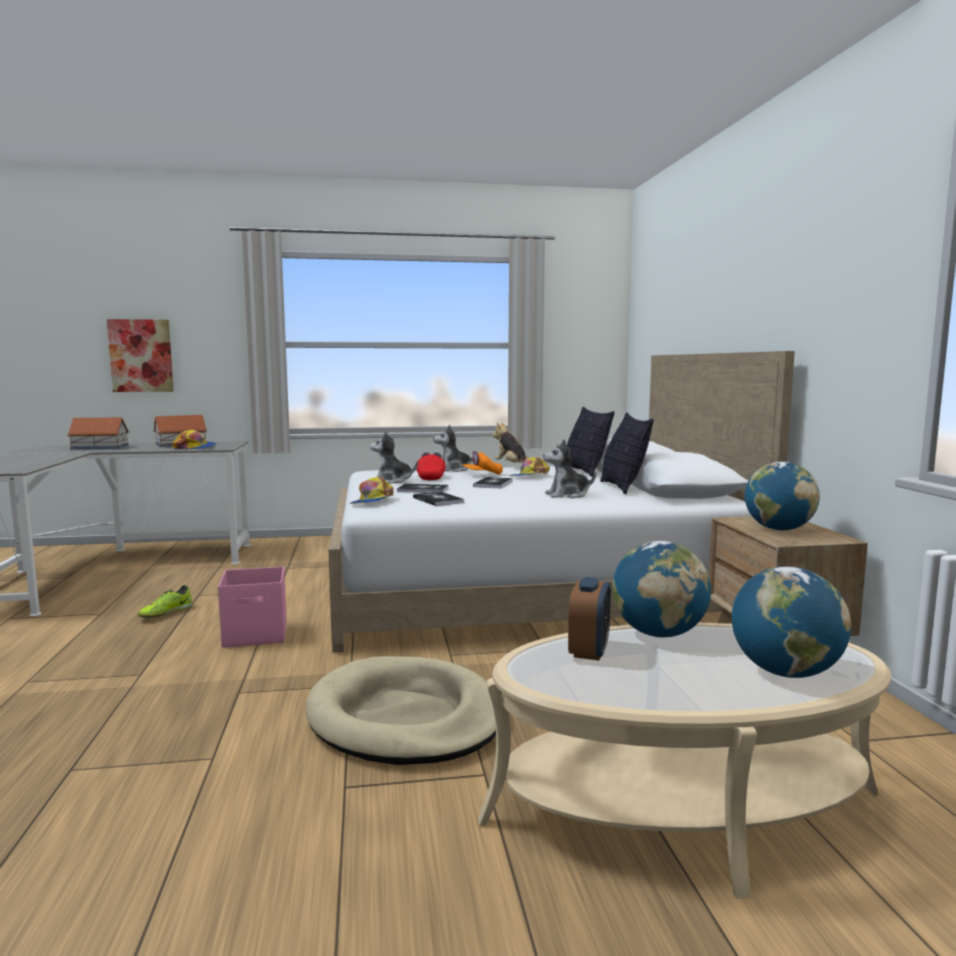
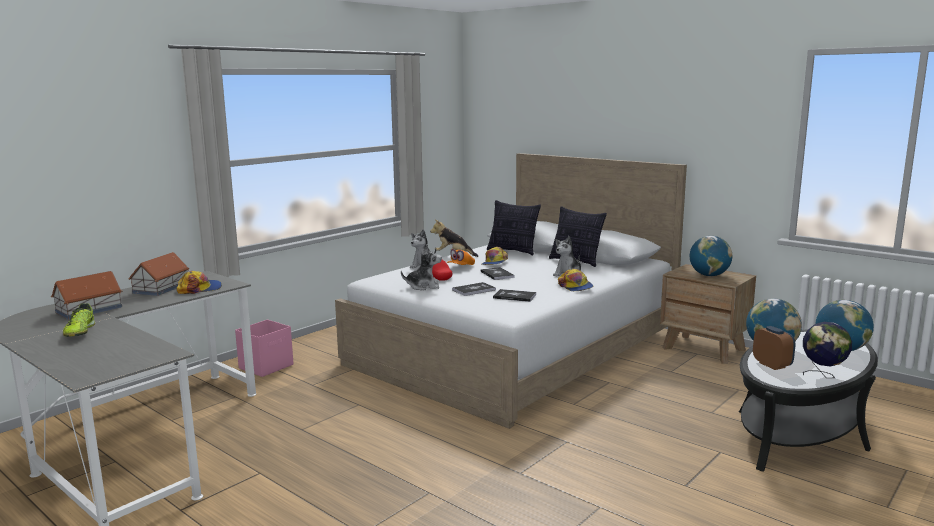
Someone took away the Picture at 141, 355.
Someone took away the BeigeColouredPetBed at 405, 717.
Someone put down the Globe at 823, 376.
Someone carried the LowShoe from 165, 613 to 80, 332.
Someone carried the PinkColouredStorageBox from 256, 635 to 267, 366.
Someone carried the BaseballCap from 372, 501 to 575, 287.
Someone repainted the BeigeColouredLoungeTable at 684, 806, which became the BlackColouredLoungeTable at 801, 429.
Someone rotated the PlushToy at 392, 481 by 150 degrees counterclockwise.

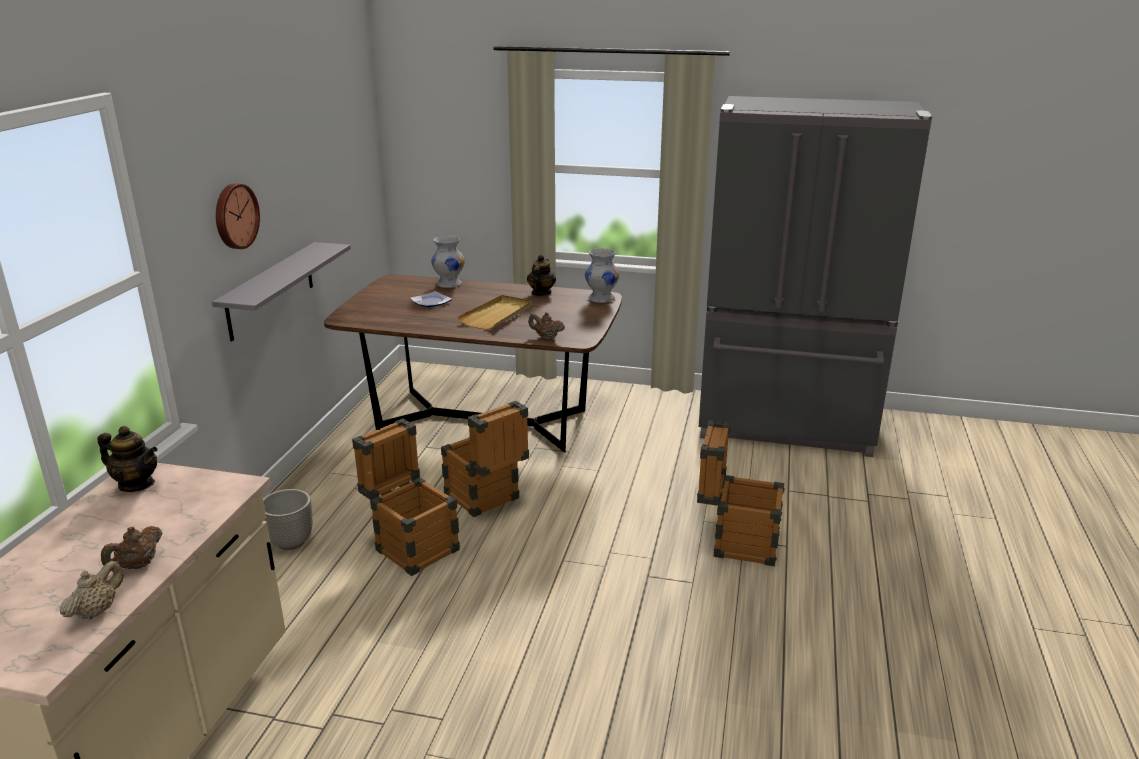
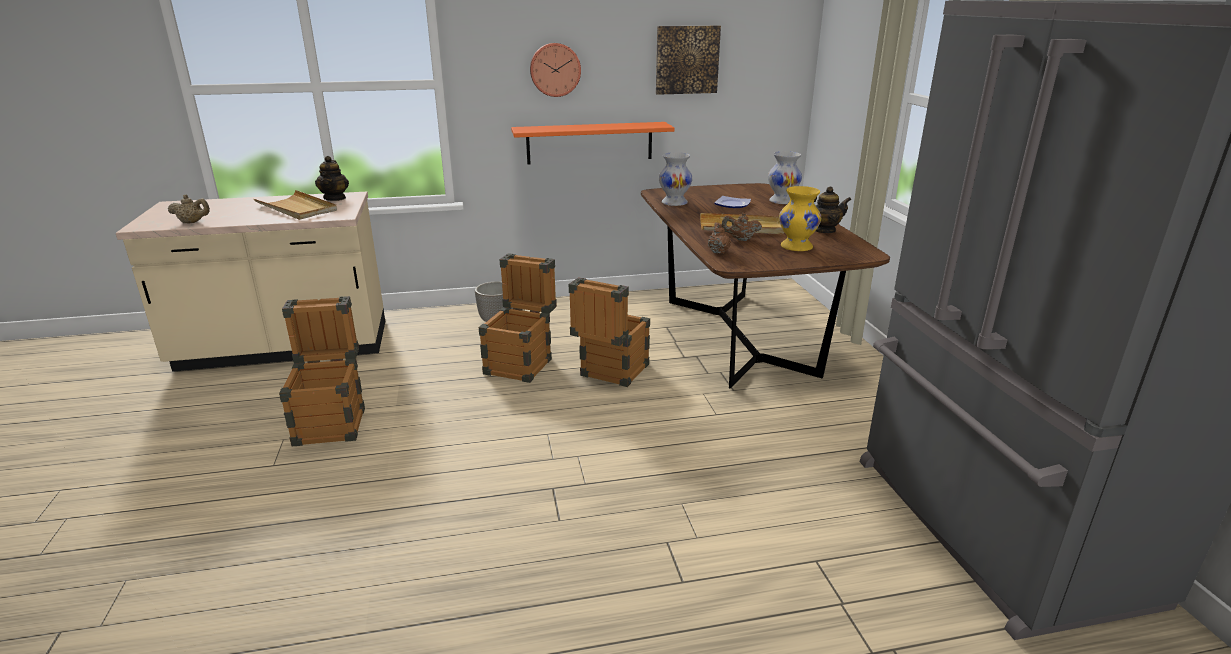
Someone put down the BeigeColouredServingTray at 297, 208.
Someone put up the Picture at 687, 60.
Someone put down the YellowColouredDecorativeVase at 796, 247.
Someone carried the BrownPotForTea from 137, 565 to 740, 239.
Someone carried the WhitishDecorativeVase from 601, 299 to 674, 203.
Someone carried the PackingCrate from 736, 542 to 332, 421.
Someone repainted the GreyishBracketShelf at 270, 290, which became the OrangeColouredBracketShelf at 590, 143.

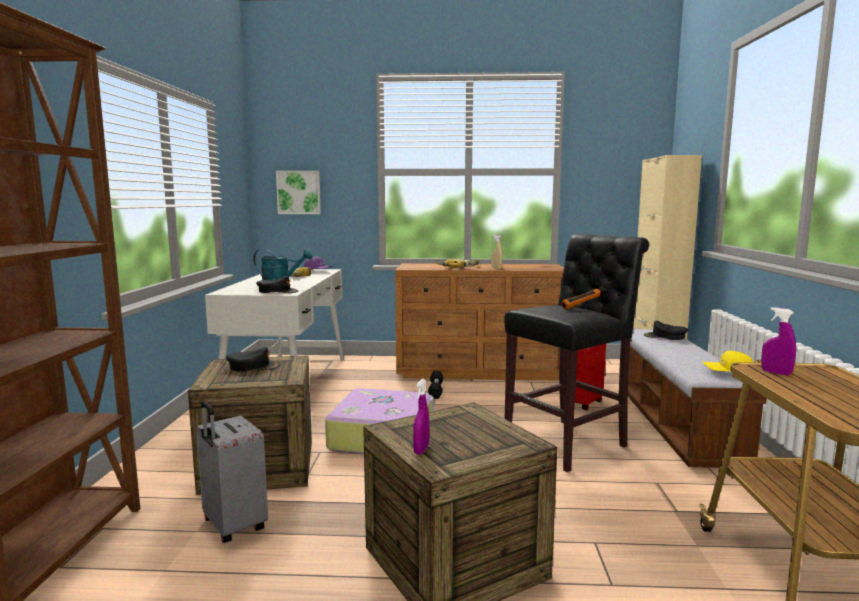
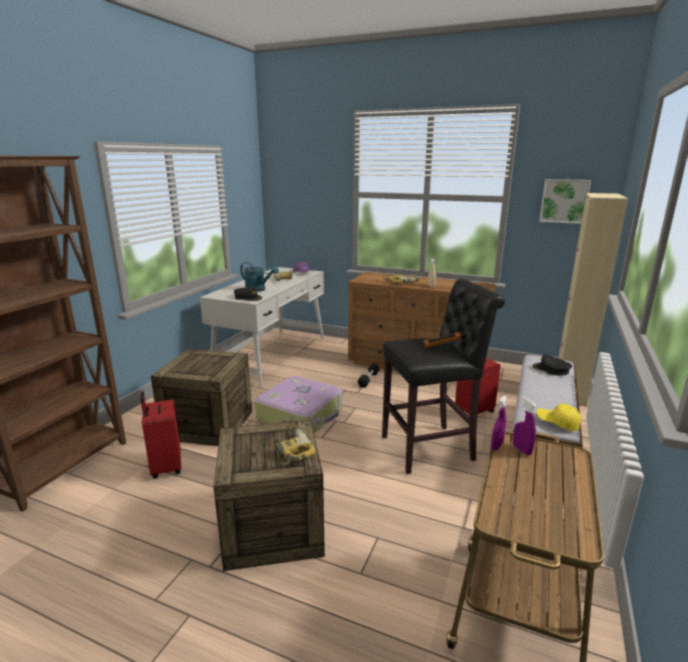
Someone took away the BlackColouredBaseballCap at 253, 366.
Someone put down the ElectricDrill at 291, 450.
Someone carried the Picture from 299, 192 to 564, 201.
Someone carried the PurplishSprayer from 421, 450 to 496, 446.
Someone repainted the GreyishTravelCase at 233, 526, which became the RedTravelCase at 165, 467.

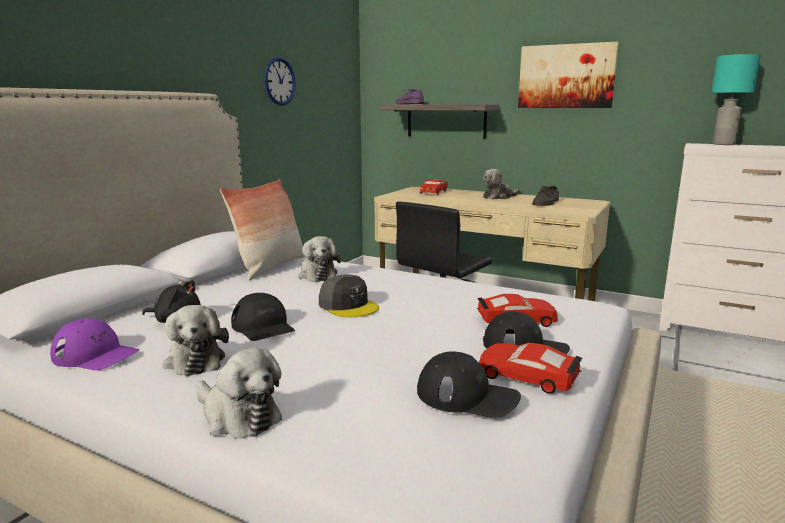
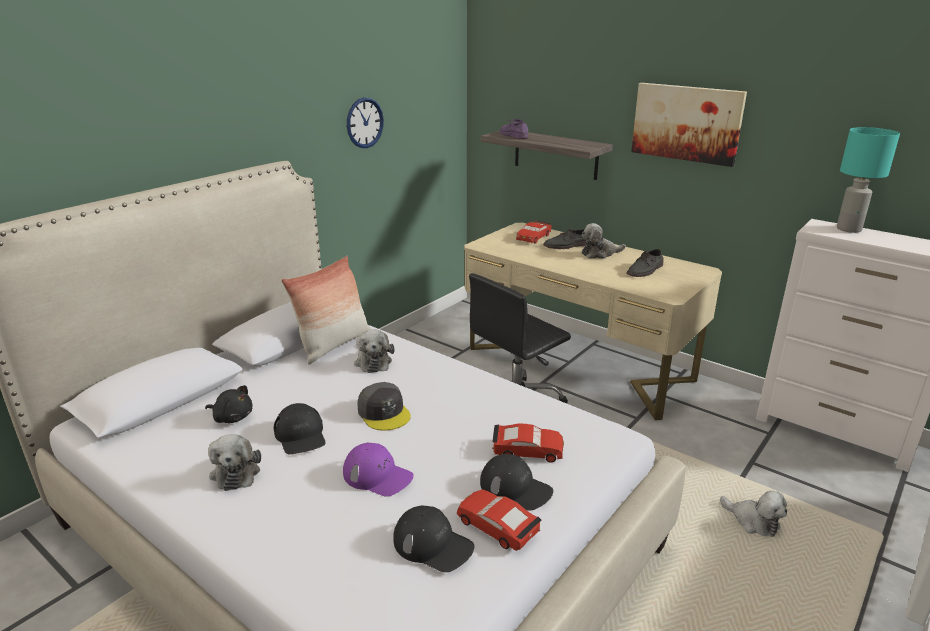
Someone put down the GreyishLowShoe at 567, 245.
Someone carried the PurplishBaseballCap from 96, 355 to 378, 476.
Someone carried the PlushToy from 238, 416 to 753, 522.

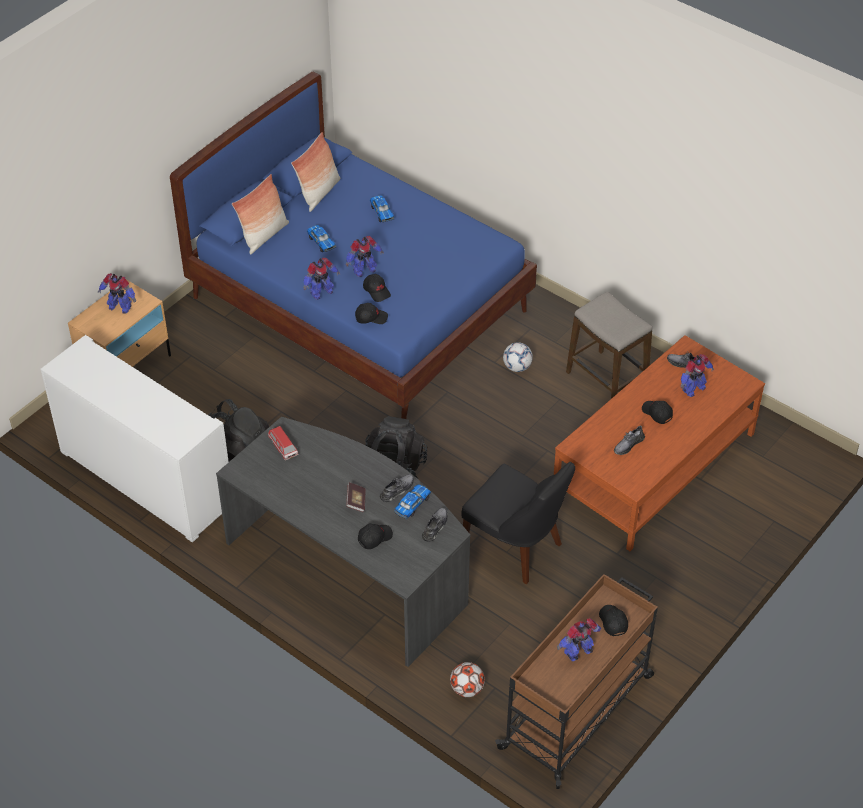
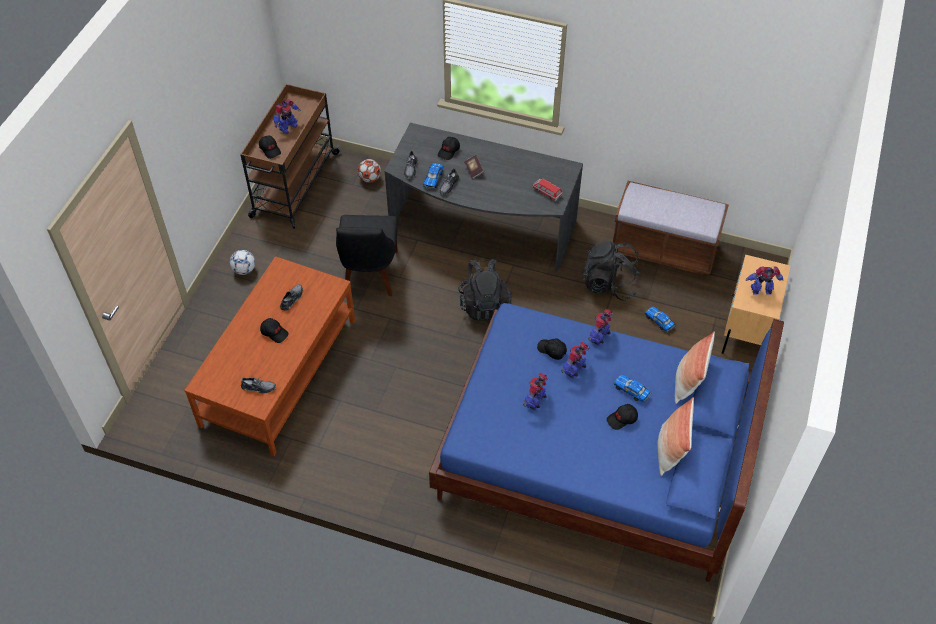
Someone took away the Stool at 606, 380.
Someone carried the BlackColouredBaseballCap from 371, 317 to 622, 419.
Someone carried the ToyCar from 382, 212 to 659, 321.
Someone carried the BallForFootball from 517, 367 to 244, 270.
Someone carried the ModelRobot from 693, 389 to 536, 401.
Someone swapped the WhitishStorageCabinet at 146, 478 for the BrownIndoorBench at 664, 249.
Someone rotated the BlackColouredUprightChair at 516, 548 by 105 degrees counterclockwise.

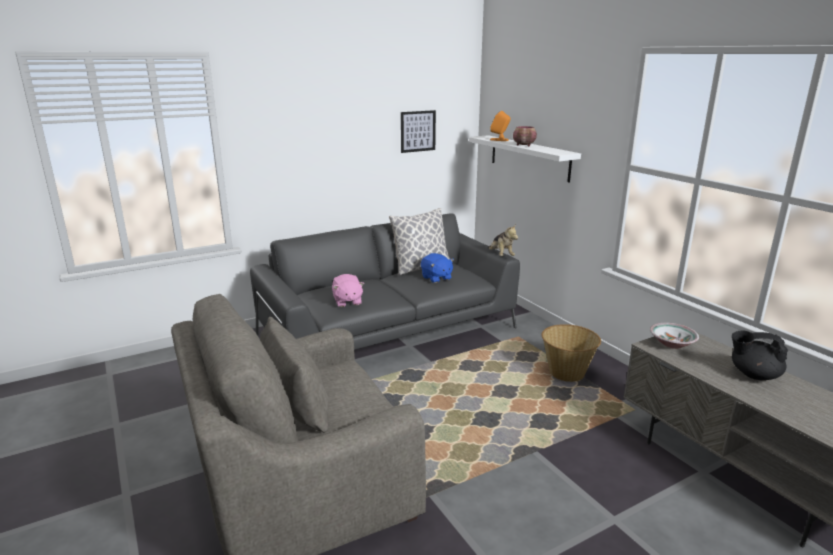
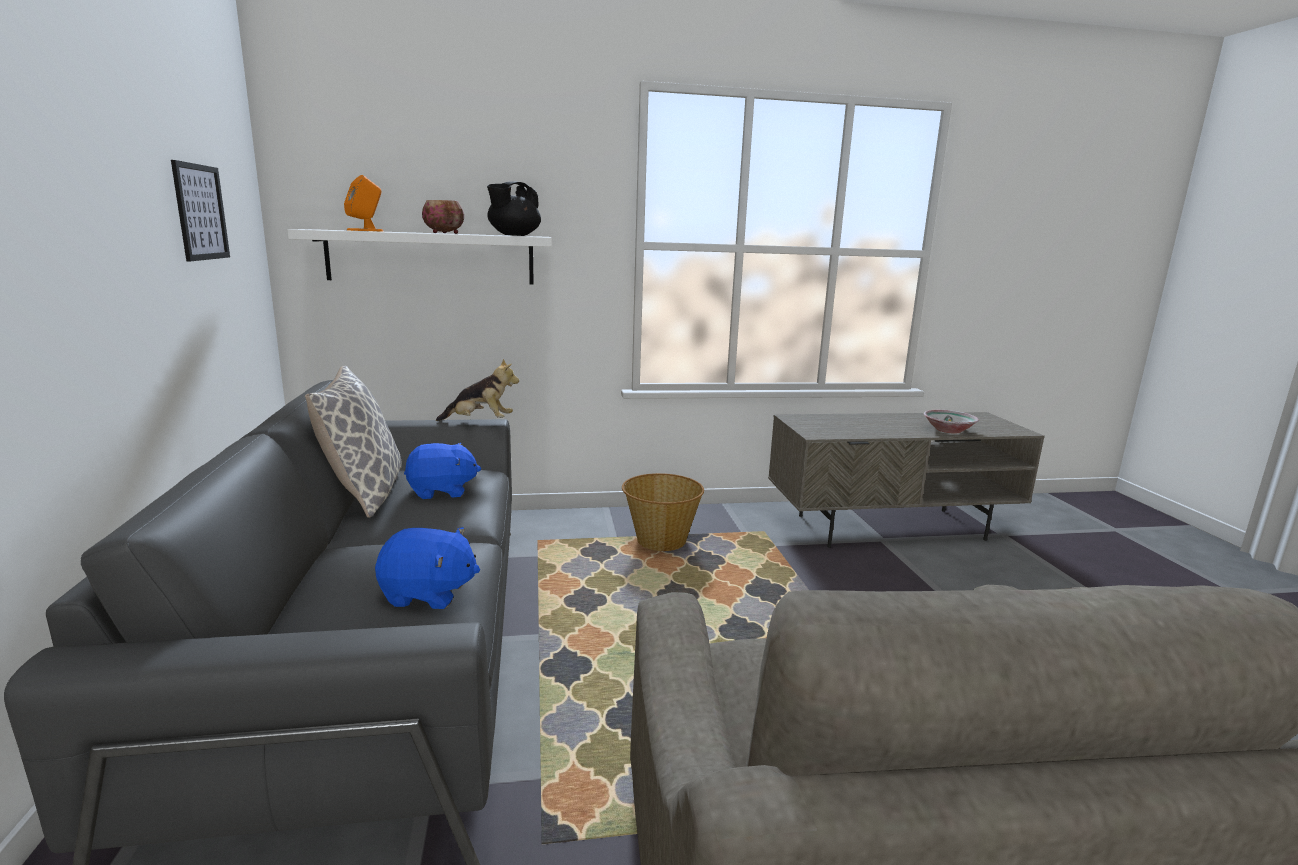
Someone carried the DeepDish from 671, 344 to 948, 430.
Someone carried the BlackColouredPotForTea from 753, 375 to 513, 235.
Someone repainted the PinkColouredPlushToy at 347, 301, which became the BlueColouredPlushToy at 428, 594.

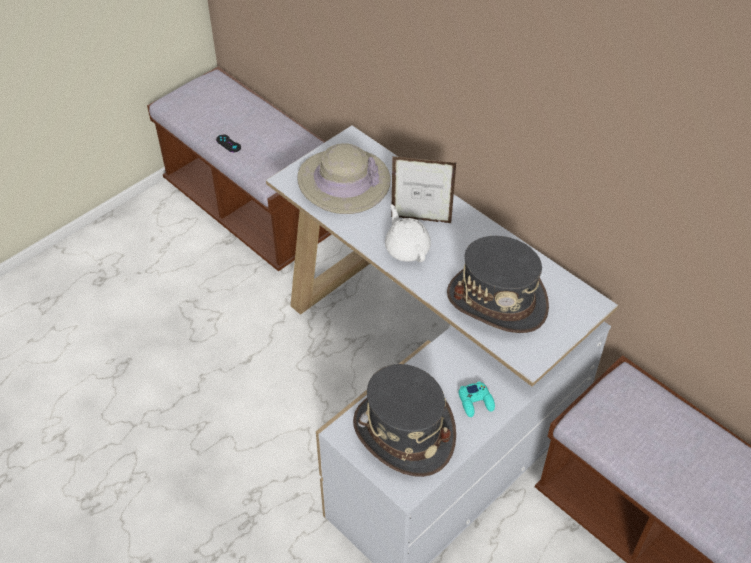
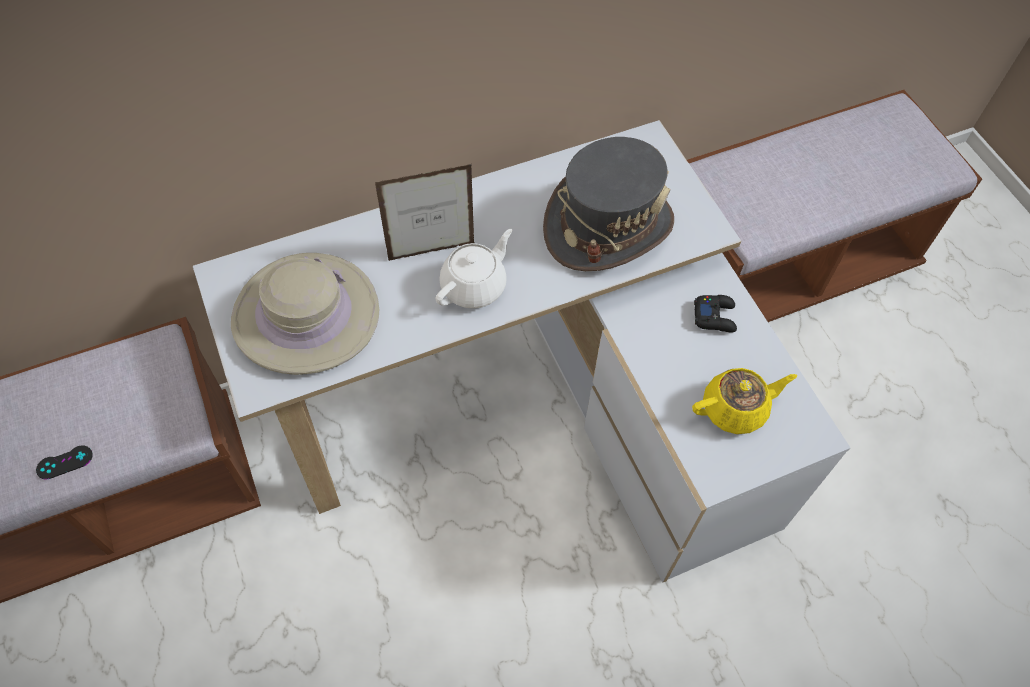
Someone swapped the GreyishClothingHat at 403, 432 for the YellowColouredPotForTea at 735, 409.
Someone repainted the TurquoiseColouredJoypad at 476, 402, which became the BlackColouredJoypad at 715, 316.
Someone rotated the WhitishPotForTea at 407, 248 by 135 degrees clockwise.
Someone rotated the StandingFrame at 421, 220 by 45 degrees clockwise.

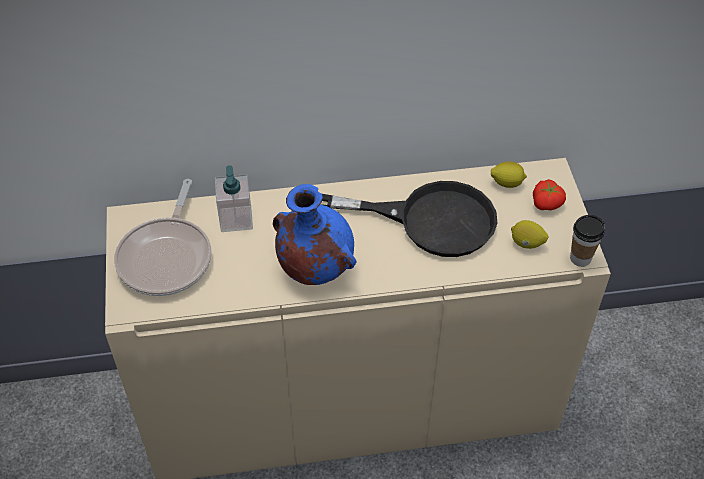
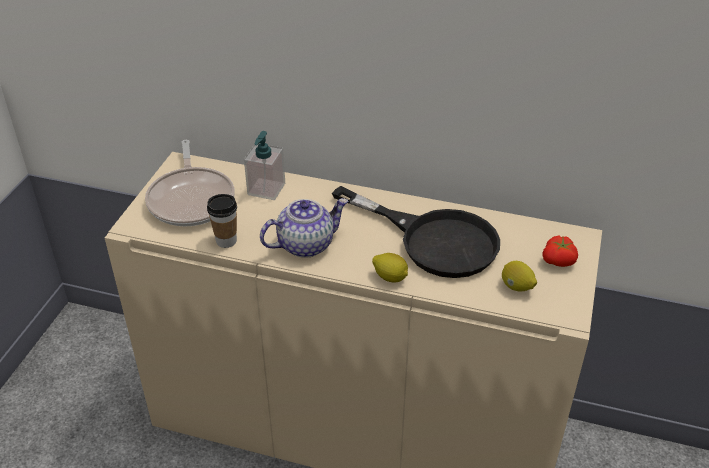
Someone carried the Lemon from 506, 183 to 390, 277.
Someone carried the DrinkingCup from 580, 258 to 226, 241.
Someone swapped the BlueColouredDecorativeVase at 314, 267 for the PotForTea at 306, 244.
Someone rotated the Pan at 167, 257 by 45 degrees counterclockwise.

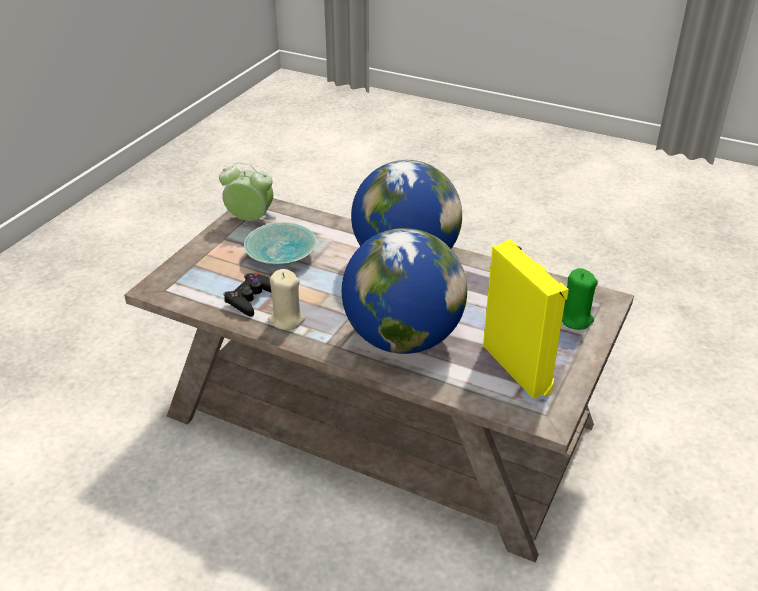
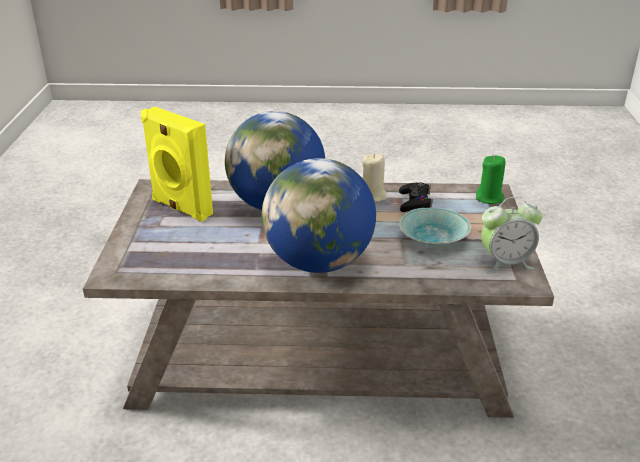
Someone carried the GreenishWaxLight from 574, 319 to 489, 198.

